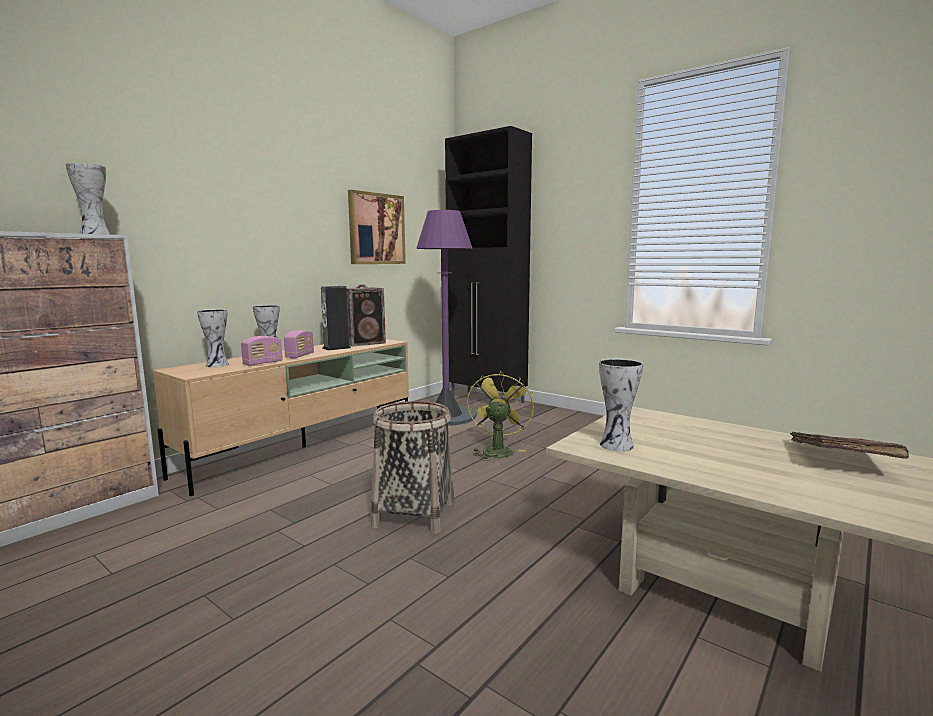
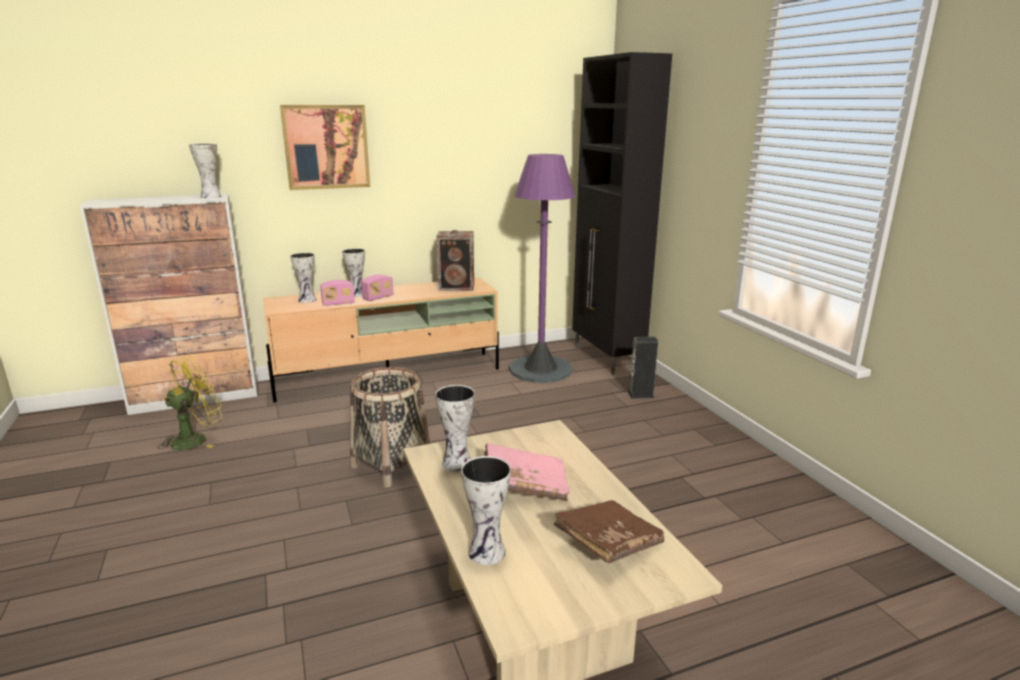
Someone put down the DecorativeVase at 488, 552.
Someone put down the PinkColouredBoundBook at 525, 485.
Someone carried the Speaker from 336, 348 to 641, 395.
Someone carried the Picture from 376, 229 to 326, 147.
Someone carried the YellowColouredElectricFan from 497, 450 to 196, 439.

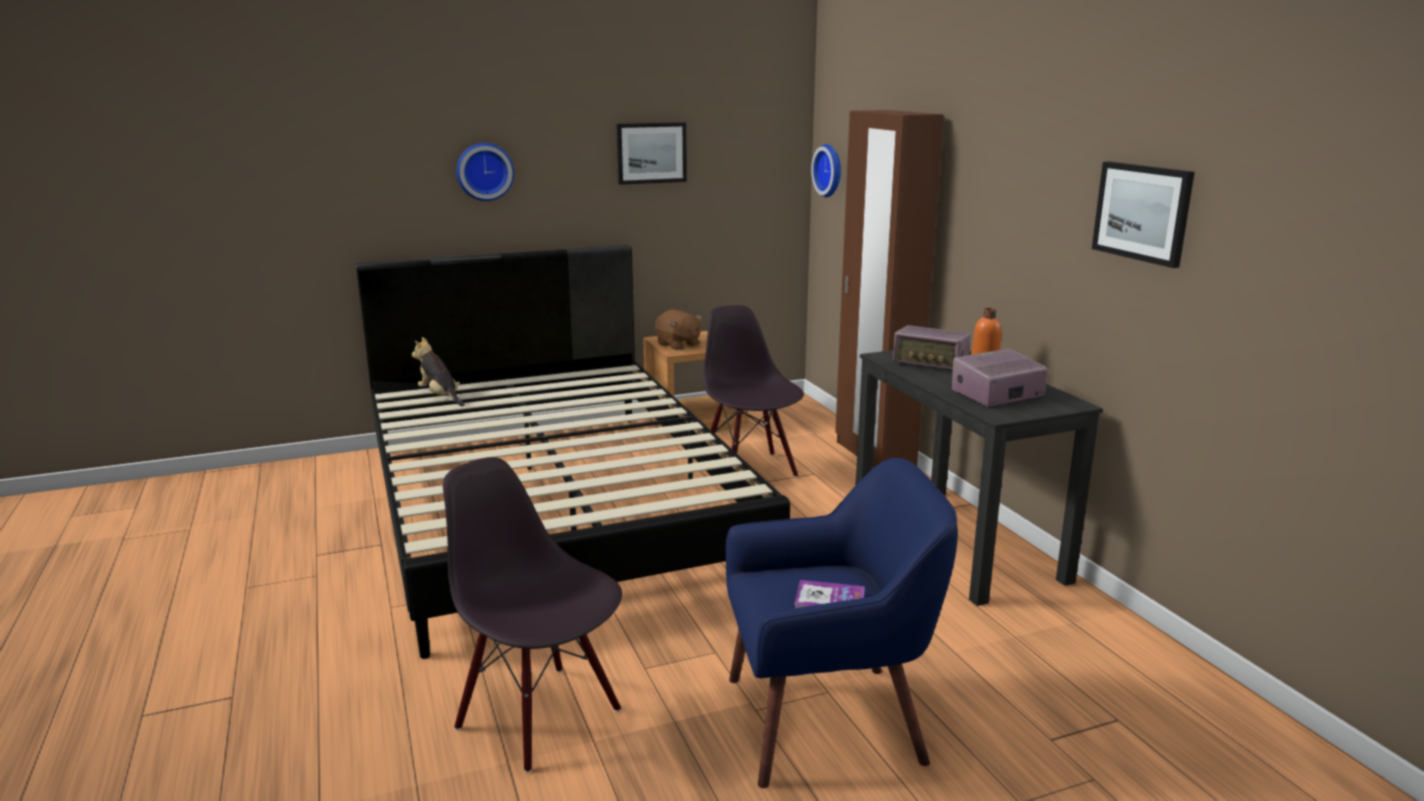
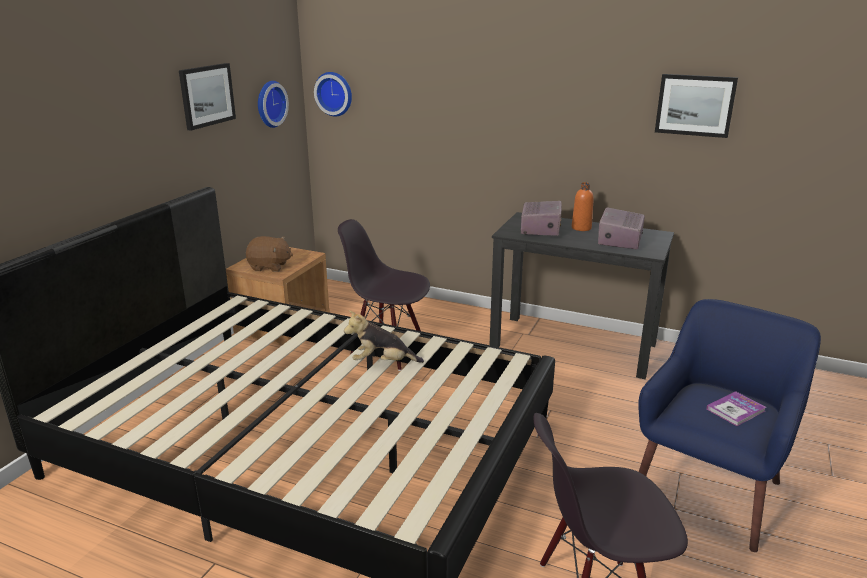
Someone took away the BrownClothesCupboard at 874, 456.
Someone carried the PlushToy from 440, 397 to 382, 362.
Someone carried the WallClock from 484, 171 to 269, 104.
Someone rotated the RadioReceiver at 930, 362 by 60 degrees counterclockwise.

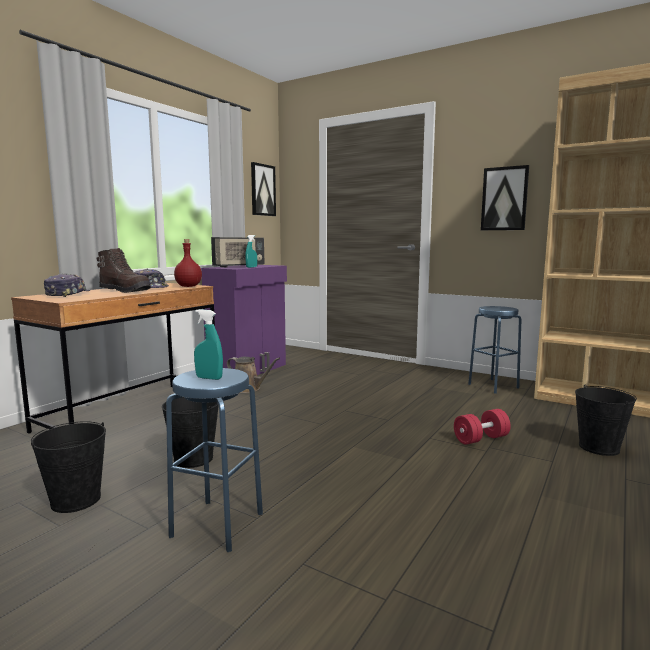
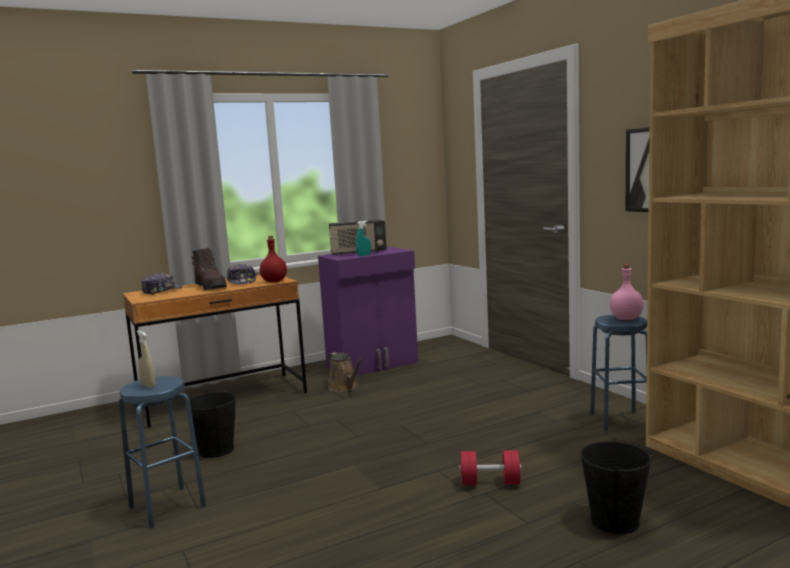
Someone took away the BlackColouredBucket at 76, 500.
Someone took away the Picture at 262, 190.
Someone put down the PinkColouredBeverageBottle at 625, 318.
Someone repainted the TurquoiseColouredSprayer at 209, 378, which became the BeigeColouredSprayer at 148, 386.

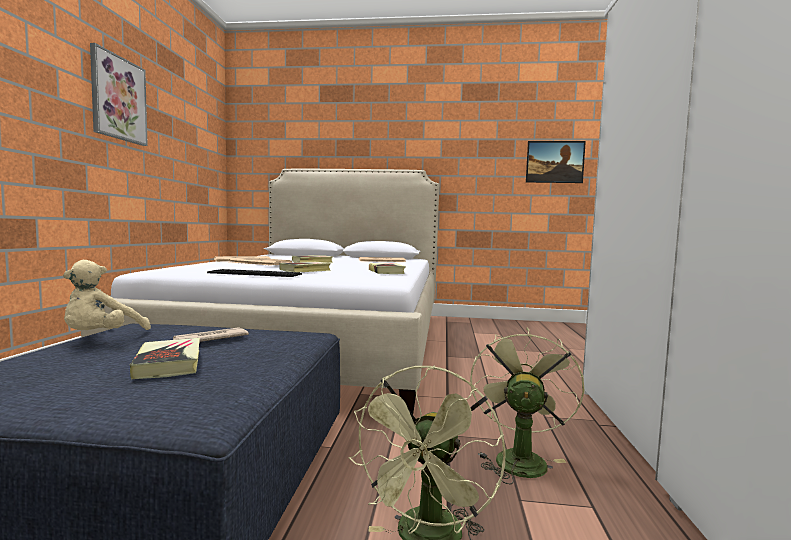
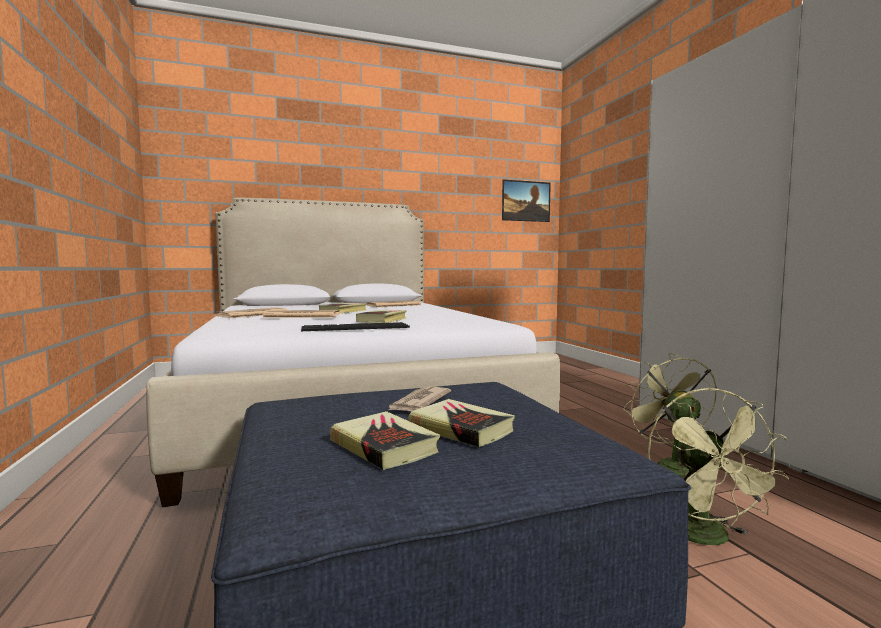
Someone took away the BeigeColouredPlushToy at 102, 338.
Someone took away the Picture at 118, 98.
Someone carried the BoundBook from 386, 272 to 384, 446.

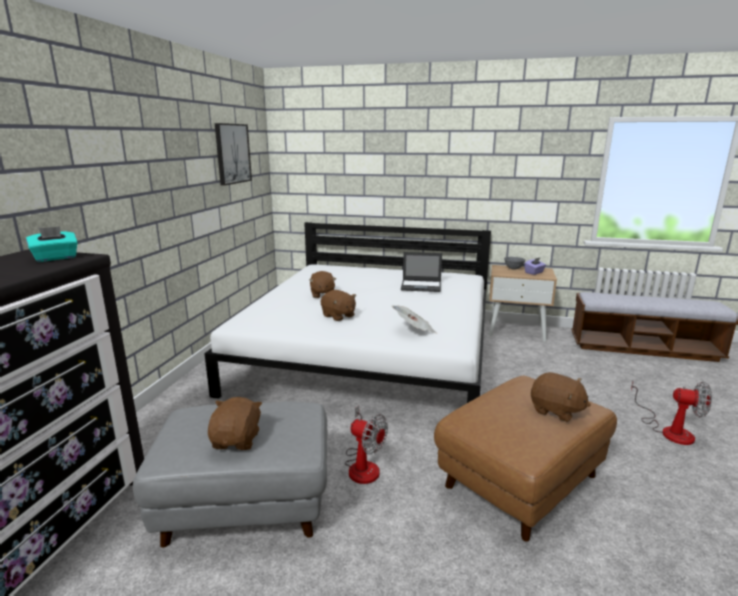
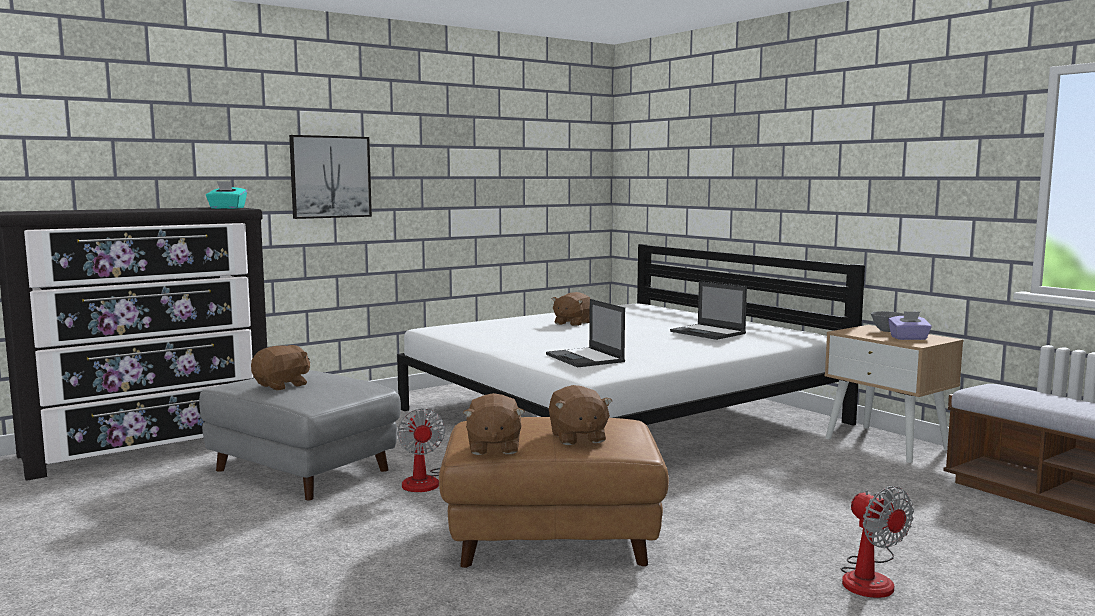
Someone carried the Picture from 232, 153 to 330, 177.
Someone carried the BrownPlushToy from 338, 316 to 493, 447.
Someone swapped the DailyPaper at 414, 330 for the NotebookComputer at 585, 358.

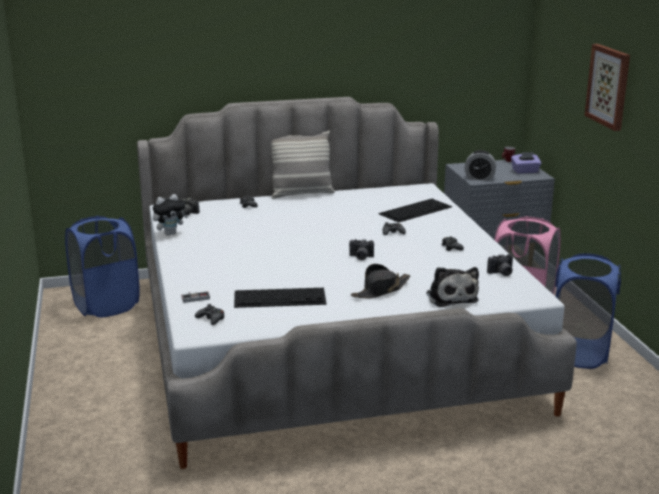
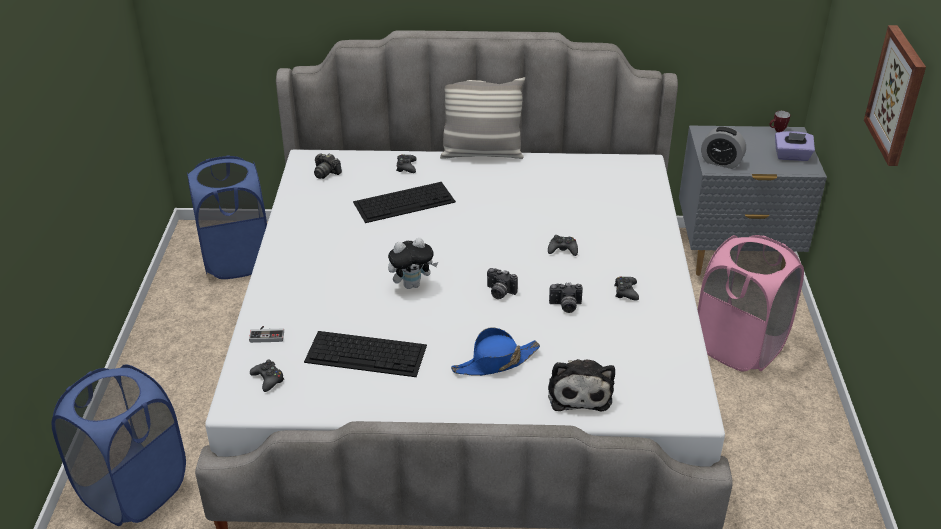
Someone carried the PlushToy from 170, 233 to 412, 284.
Someone carried the ComputerKeyboard from 416, 210 to 405, 201.
Someone carried the PhotoCamera from 501, 273 to 565, 306.
Someone carried the BlueColouredWashingBasket from 579, 353 to 134, 490.
Someone repainted the BlackColouredClothingHat at 380, 290, which became the BlueColouredClothingHat at 495, 362.

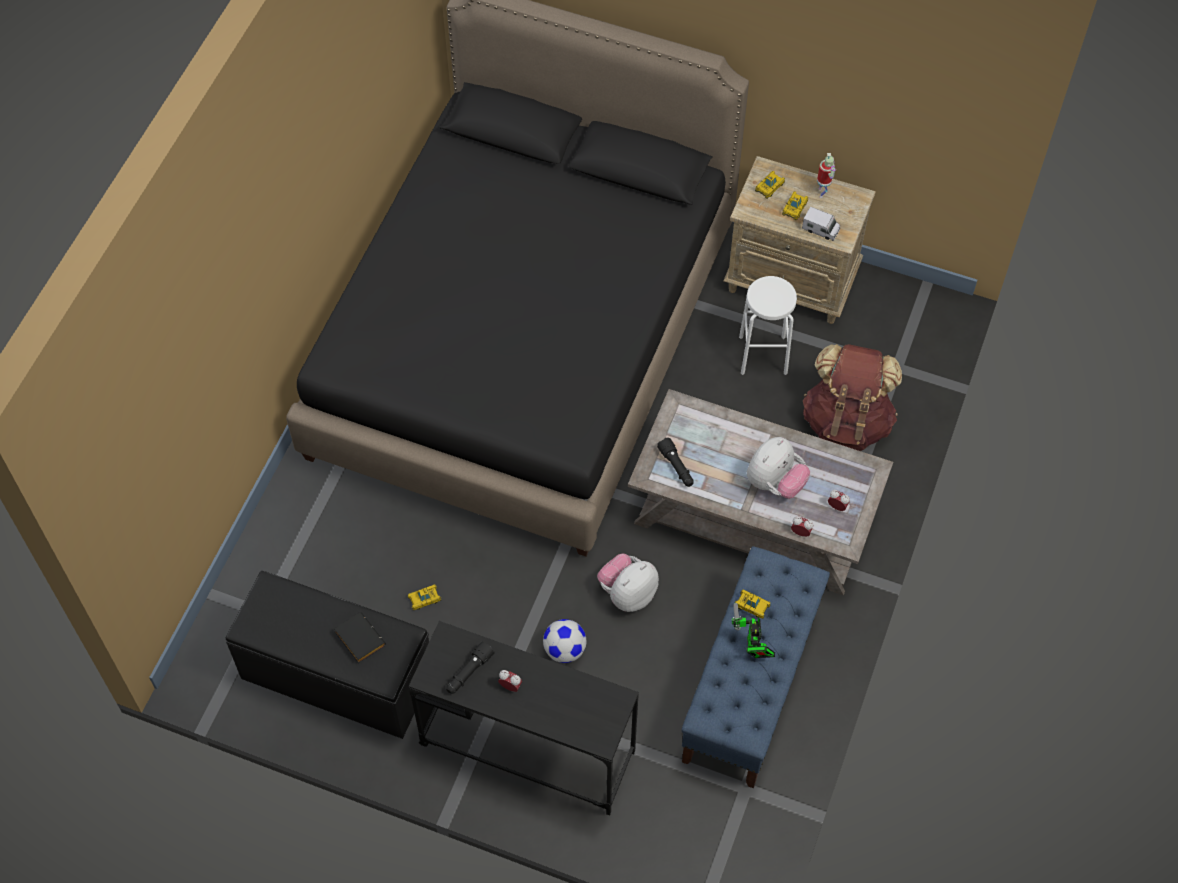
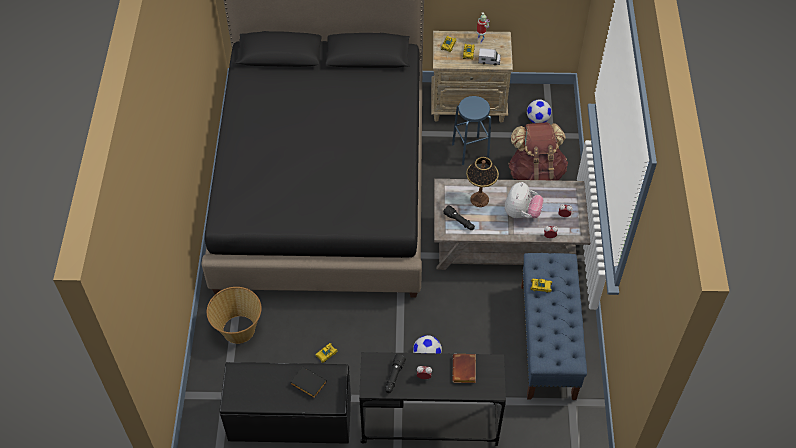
Someone took away the PlushToy at 628, 593.
Someone took away the ModelRobot at 752, 648.
Someone put down the StorageBasket at 238, 329.
Someone put down the BrownBoundBook at 465, 371.
Someone put down the TabletopLamp at 479, 199.
Someone put down the BallForFootball at 537, 119.
Someone repainted the WhitishStool at 763, 355, which became the BlueColouredStool at 470, 151.

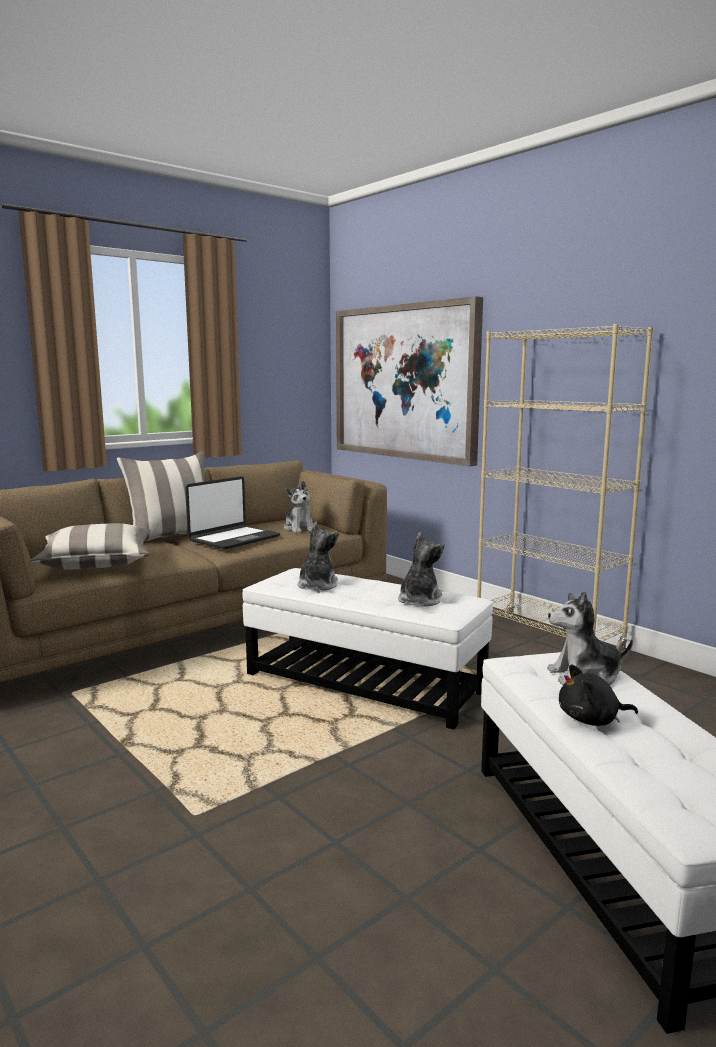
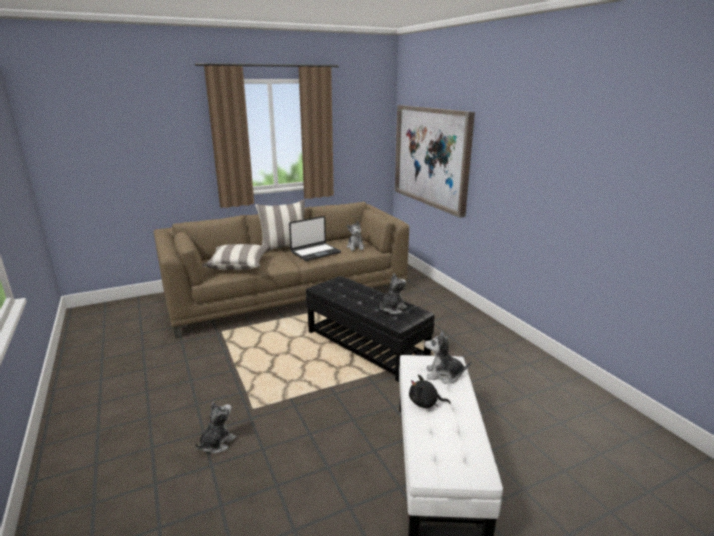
Someone took away the BeigeColouredShelvingUnit at 547, 639.
Someone carried the PlushToy from 317, 585 to 216, 443.
Someone repainted the WhitishOttoman at 363, 683, which became the BlackColouredOttoman at 365, 346.

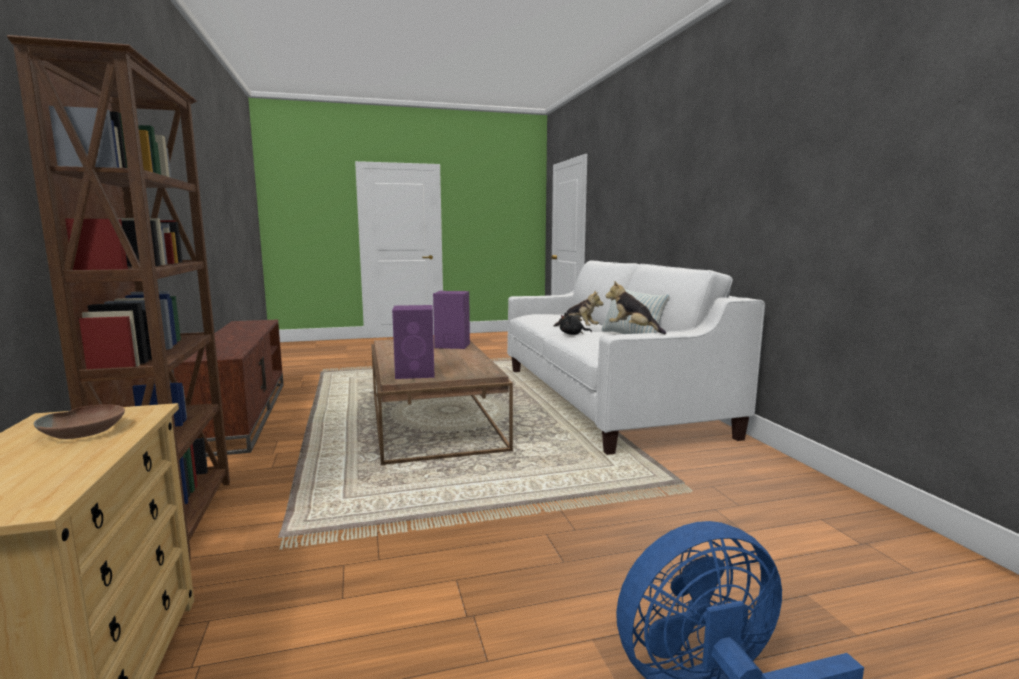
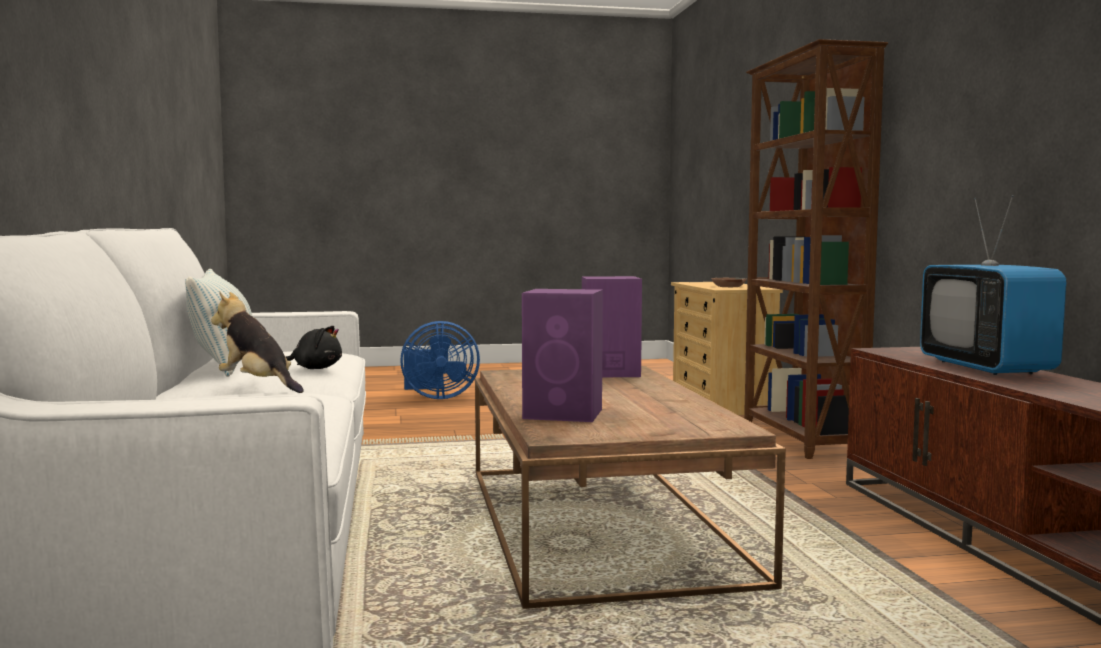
Someone took away the PlushToy at 633, 330.
Someone put down the Tv at 986, 367.

